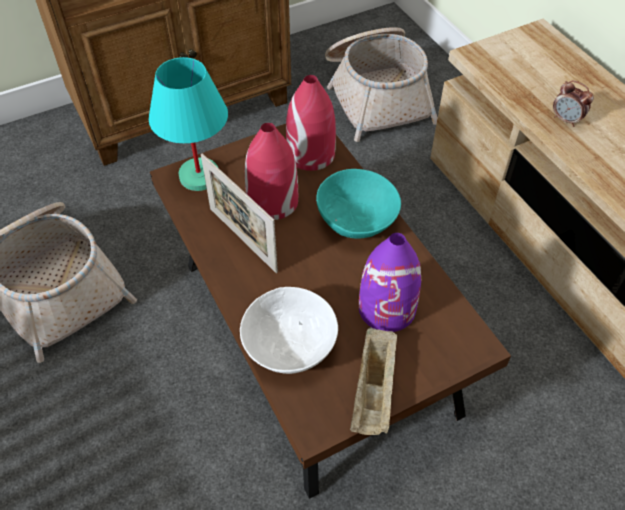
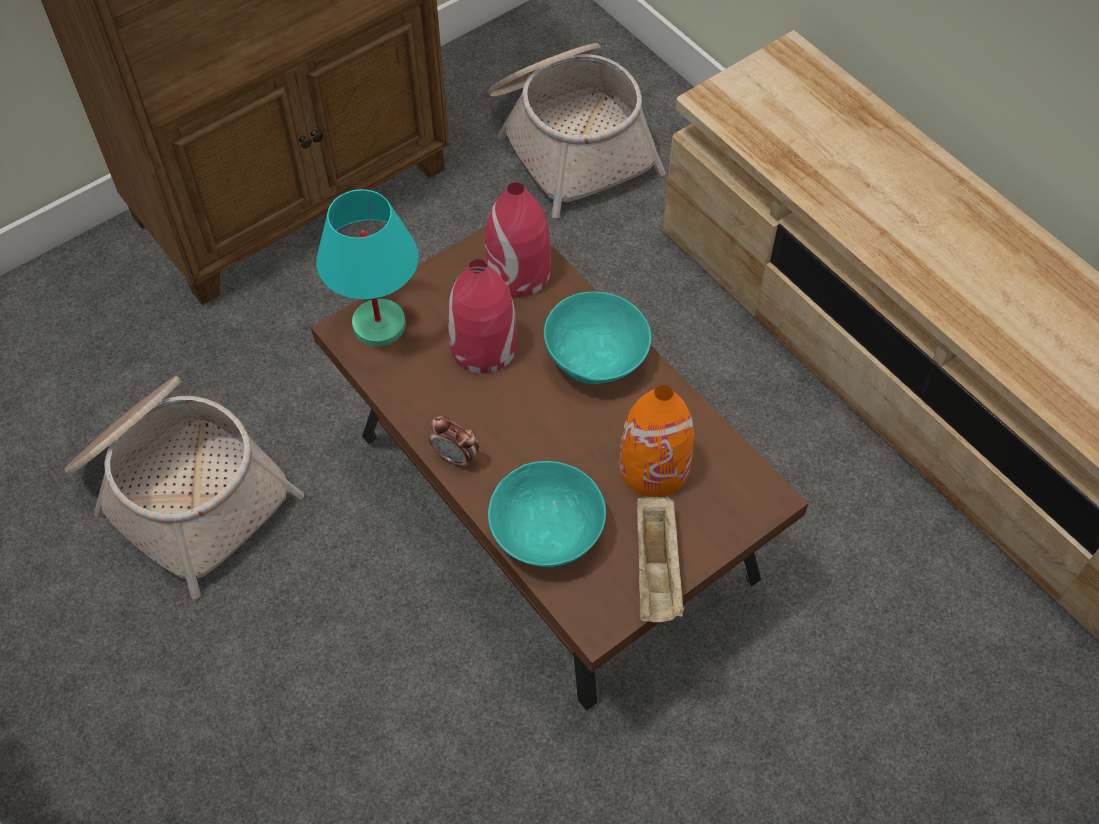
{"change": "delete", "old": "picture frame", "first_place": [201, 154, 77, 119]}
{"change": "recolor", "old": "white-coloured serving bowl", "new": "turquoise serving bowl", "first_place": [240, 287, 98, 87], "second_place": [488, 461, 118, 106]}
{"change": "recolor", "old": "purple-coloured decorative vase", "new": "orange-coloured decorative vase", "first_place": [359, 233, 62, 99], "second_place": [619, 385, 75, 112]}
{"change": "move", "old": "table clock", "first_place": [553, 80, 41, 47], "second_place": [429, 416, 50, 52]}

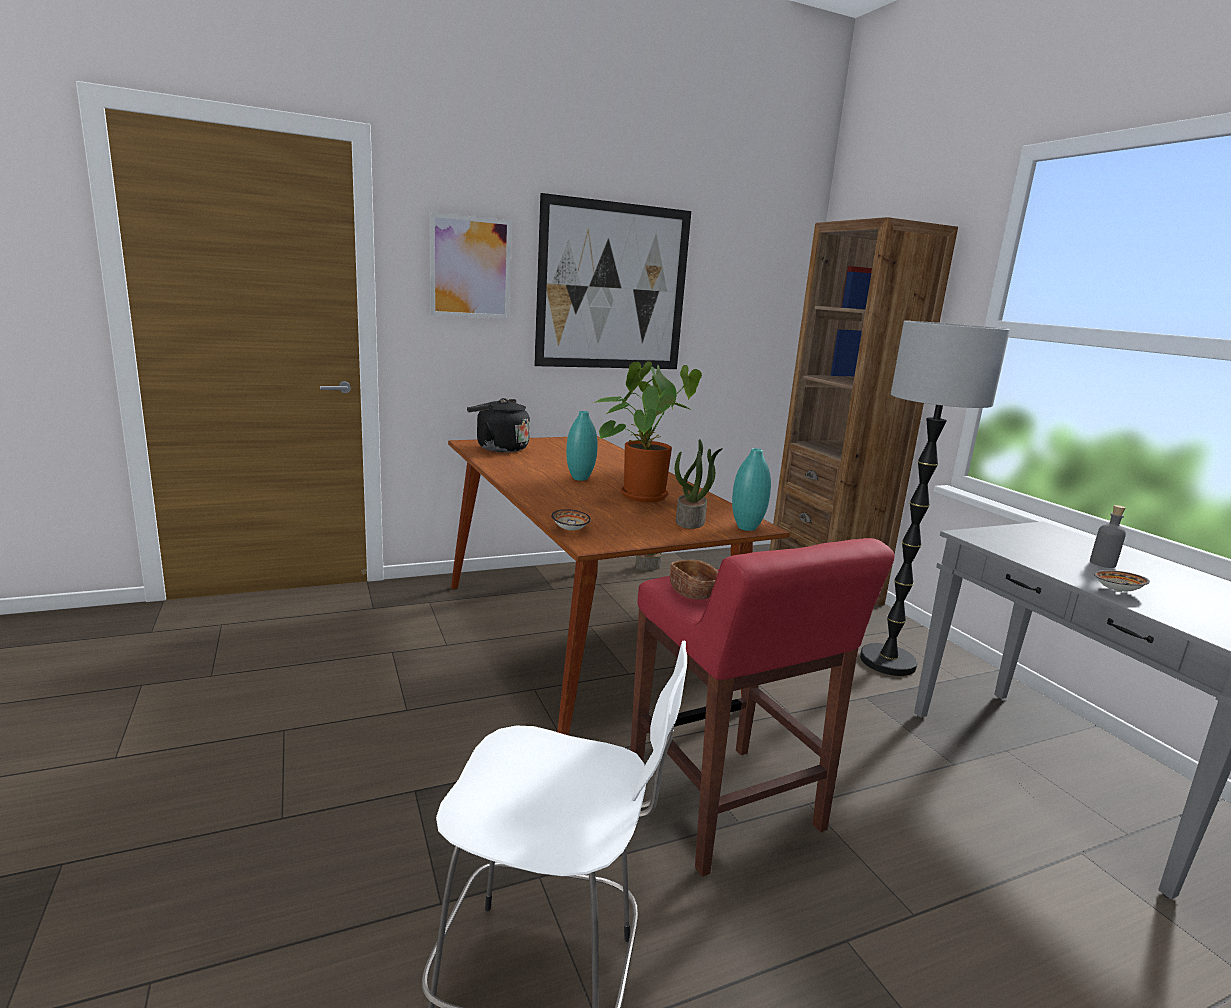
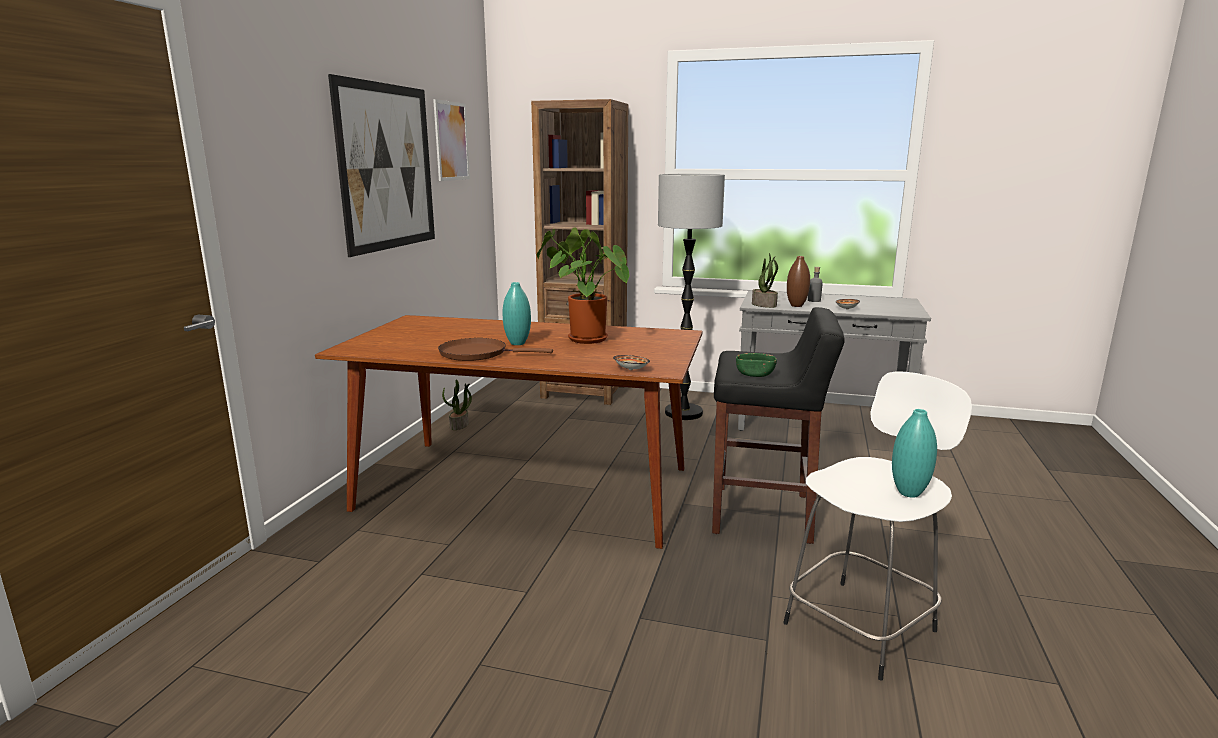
{"change": "move", "old": "picture", "first_place": [430, 212, 82, 107], "second_place": [433, 99, 37, 82]}
{"change": "delete", "old": "blackish water kettle", "first_place": [467, 398, 63, 54]}
{"change": "recolor", "old": "red stool", "new": "blackish stool", "first_place": [630, 538, 265, 339], "second_place": [712, 307, 133, 237]}
{"change": "recolor", "old": "brown-coloured serving bowl", "new": "green-coloured serving bowl", "first_place": [670, 559, 48, 41], "second_place": [736, 353, 41, 24]}
{"change": "move", "old": "houseplant", "first_place": [675, 439, 48, 90], "second_place": [752, 253, 26, 55]}
{"change": "move", "old": "turquoise decorative vase", "first_place": [732, 448, 39, 83], "second_place": [892, 409, 45, 89]}
{"change": "insert", "new": "brown-coloured pan", "second_place": [438, 338, 115, 23]}
{"change": "insert", "new": "brown-coloured decorative vase", "second_place": [787, 256, 23, 51]}

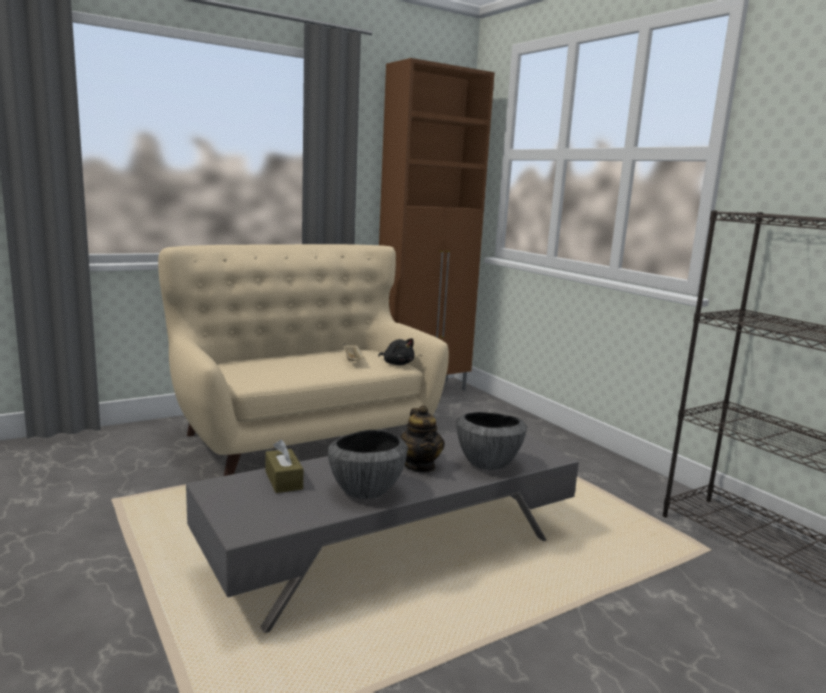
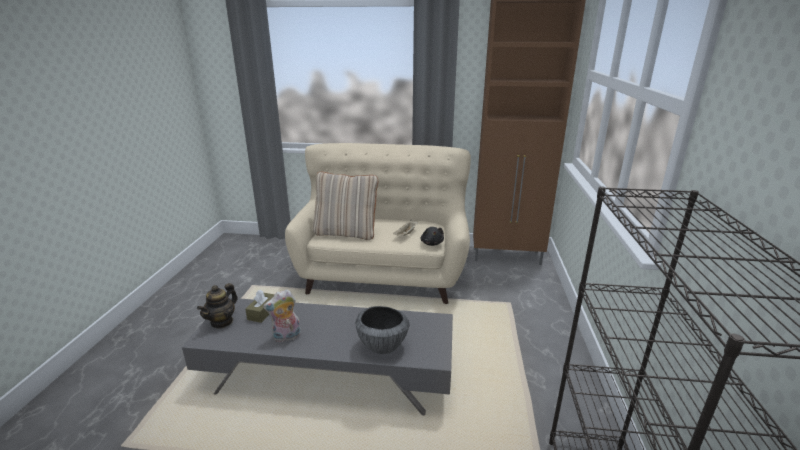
{"change": "replace", "old": "serving bowl", "new": "soft toy", "first_place": [328, 430, 80, 69], "second_place": [263, 289, 38, 54]}
{"change": "move", "old": "teapot", "first_place": [400, 405, 45, 67], "second_place": [197, 283, 41, 46]}
{"change": "insert", "new": "sand-coloured cushion", "second_place": [313, 172, 66, 68]}

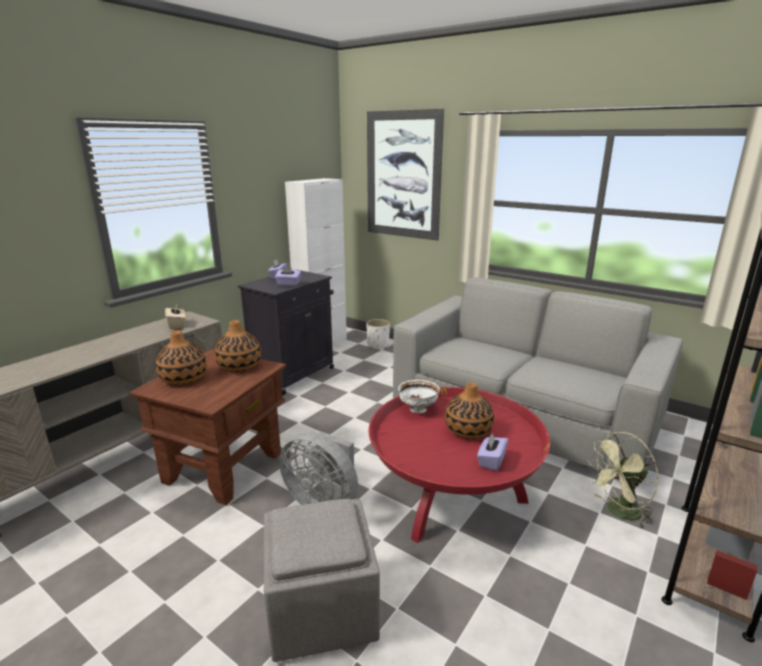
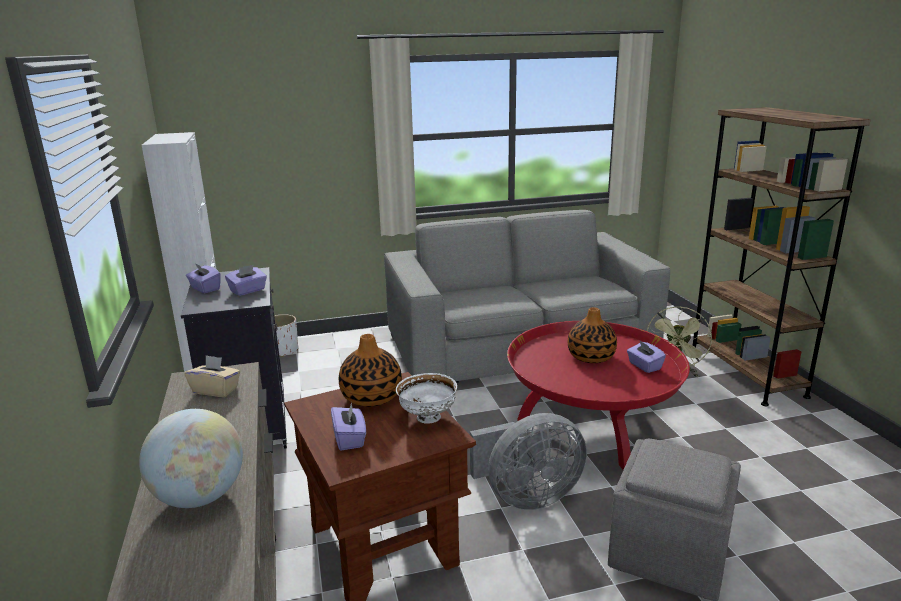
{"change": "replace", "old": "decorative vase", "new": "purple-coloured tissue holder", "first_place": [156, 330, 51, 55], "second_place": [331, 402, 35, 49]}
{"change": "delete", "old": "picture", "first_place": [367, 109, 77, 132]}
{"change": "move", "old": "white-coloured serving bowl", "first_place": [398, 380, 42, 33], "second_place": [396, 373, 61, 51]}
{"change": "insert", "new": "globe", "second_place": [139, 409, 104, 99]}

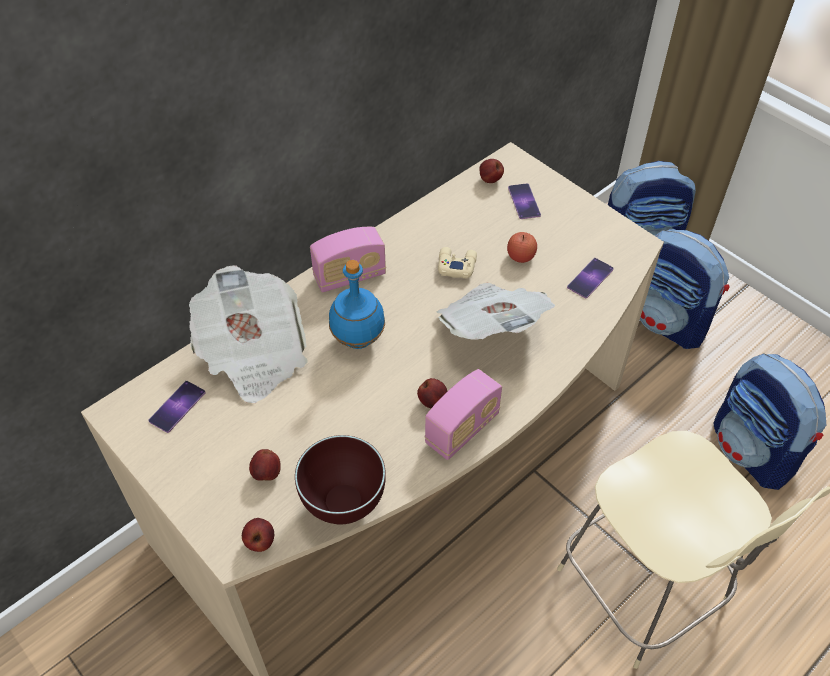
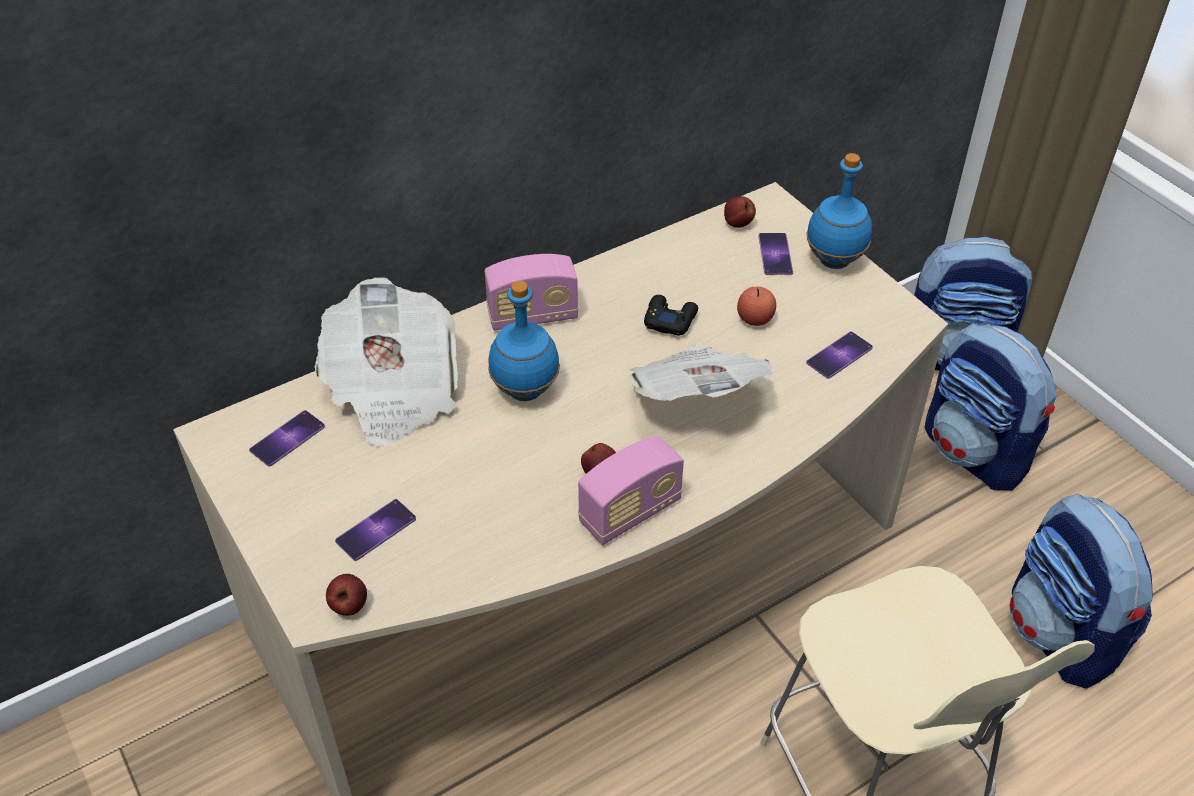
{"change": "replace", "old": "apple fruit", "new": "handset", "first_place": [249, 449, 32, 32], "second_place": [335, 499, 81, 62]}
{"change": "delete", "old": "brown-coloured serving bowl", "first_place": [295, 435, 91, 89]}
{"change": "recolor", "old": "sand-coloured joypad", "new": "blackish joypad", "first_place": [438, 247, 39, 32], "second_place": [644, 295, 54, 41]}
{"change": "insert", "new": "blue-coloured beverage bottle", "second_place": [807, 153, 65, 116]}

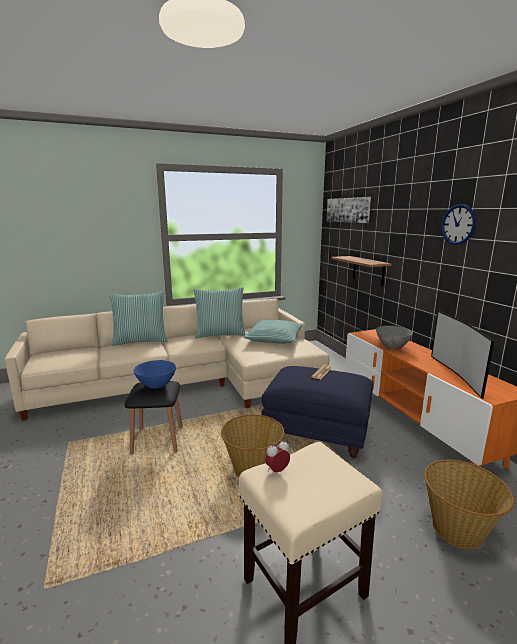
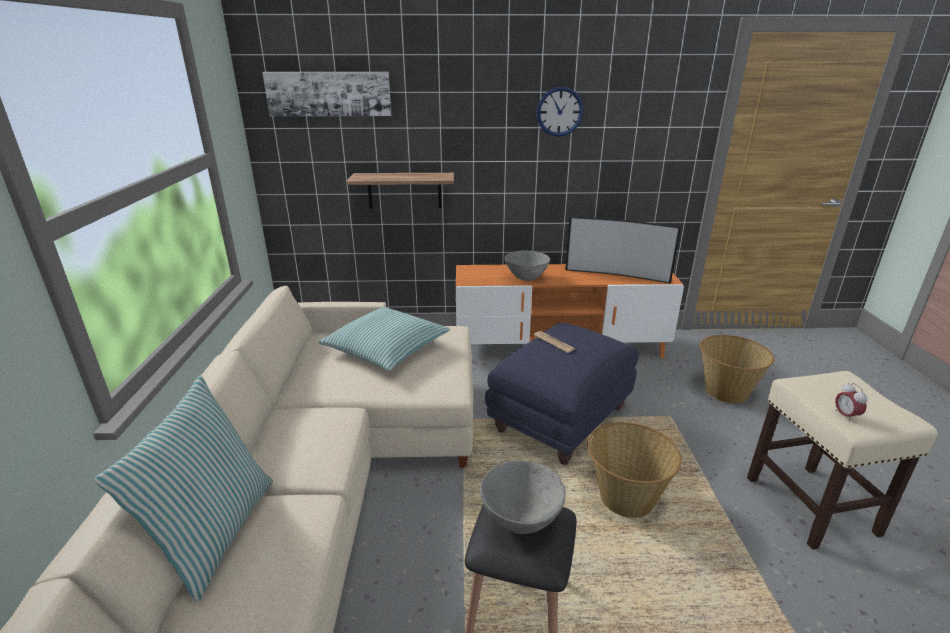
{"change": "recolor", "old": "blue-coloured serving bowl", "new": "greyish serving bowl", "first_place": [133, 360, 43, 29], "second_place": [480, 460, 85, 74]}
{"change": "delete", "old": "cushion", "first_place": [193, 287, 53, 51]}

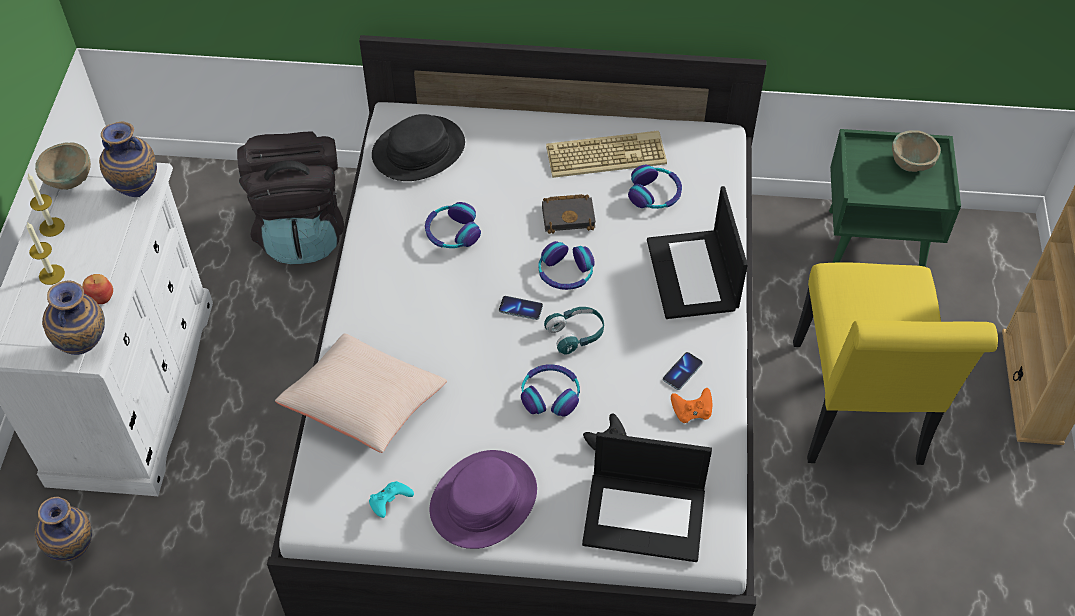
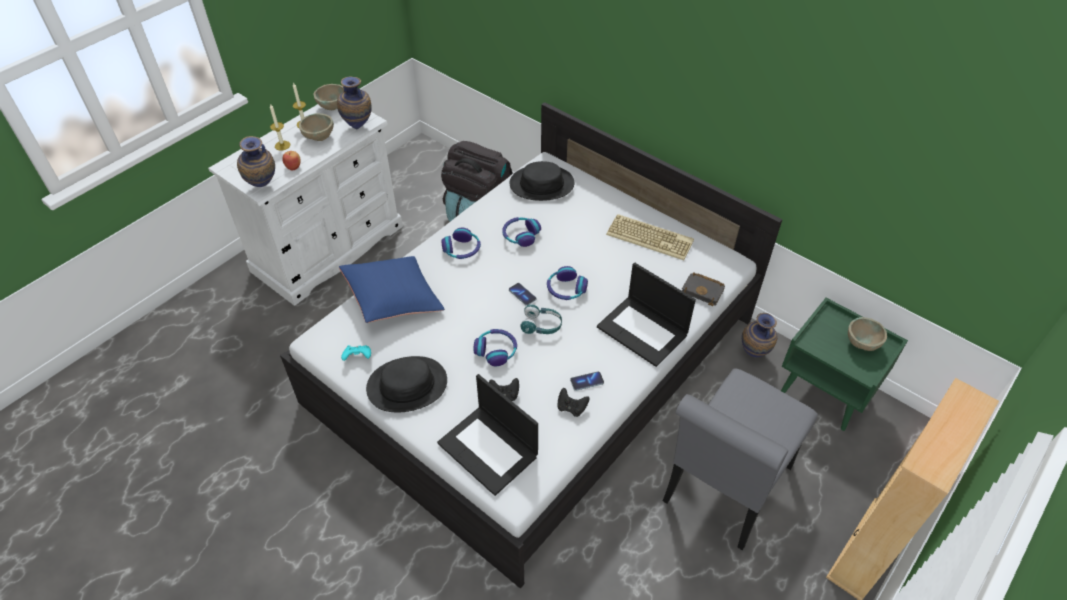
{"change": "move", "old": "decorative vase", "first_place": [35, 497, 57, 64], "second_place": [742, 313, 36, 44]}
{"change": "recolor", "old": "sand-coloured cushion", "new": "blue-coloured cushion", "first_place": [275, 333, 172, 120], "second_place": [339, 256, 106, 67]}
{"change": "recolor", "old": "purple-coloured clothing hat", "new": "blackish clothing hat", "first_place": [430, 450, 107, 99], "second_place": [366, 356, 81, 56]}
{"change": "move", "old": "blackish bound book", "first_place": [542, 194, 54, 40], "second_place": [682, 273, 43, 33]}
{"change": "move", "old": "headset", "first_place": [628, 165, 54, 44], "second_place": [441, 228, 40, 31]}
{"change": "rotate", "old": "notebook computer", "first_place": [647, 186, 101, 133], "second_place": [597, 262, 99, 105], "degrees": -75}
{"change": "recolor", "old": "orange-coloured joypad", "new": "blackish joypad", "first_place": [671, 388, 41, 35], "second_place": [558, 388, 31, 29]}
{"change": "recolor", "old": "yellow-coloured chair", "new": "greyish chair", "first_place": [793, 263, 205, 202], "second_place": [663, 369, 155, 181]}
{"change": "insert", "new": "sand-coloured serving bowl", "second_place": [299, 113, 35, 28]}

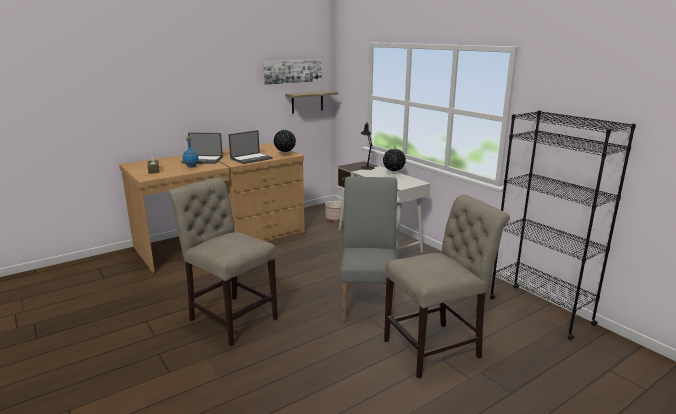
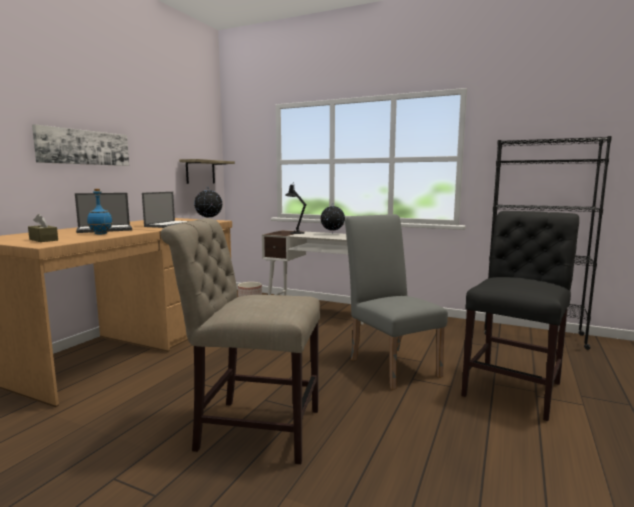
{"change": "move", "old": "picture", "first_place": [263, 59, 59, 26], "second_place": [32, 124, 97, 42]}
{"change": "recolor", "old": "sand-coloured chair", "new": "blackish chair", "first_place": [384, 194, 126, 185], "second_place": [461, 211, 118, 210]}

